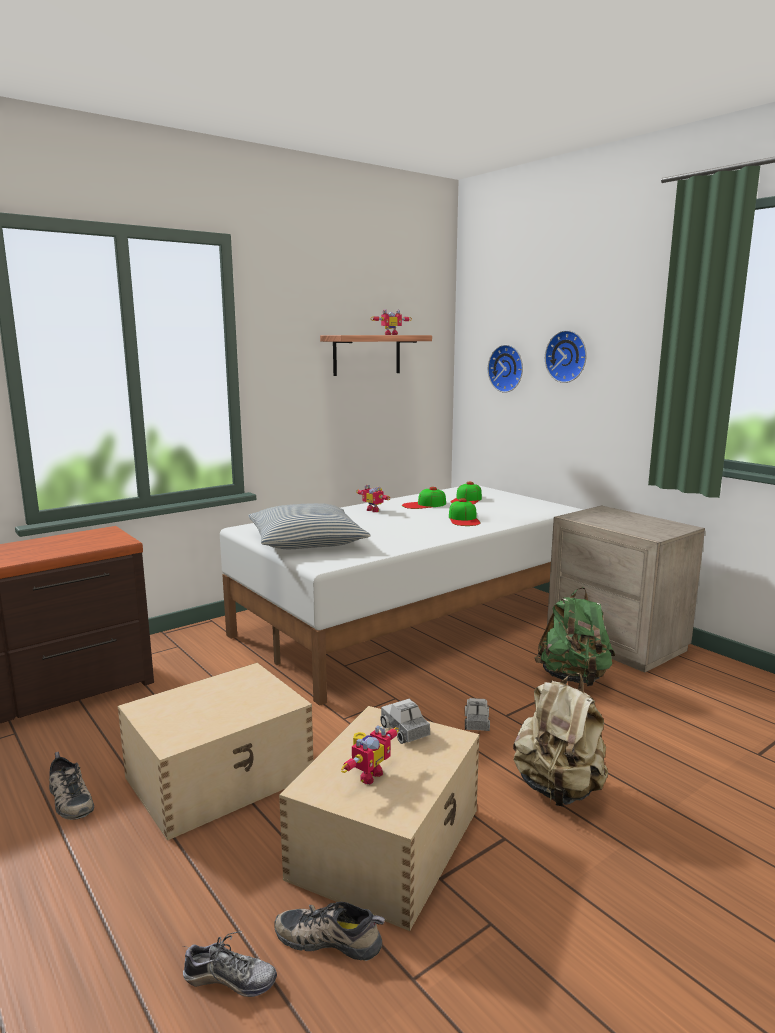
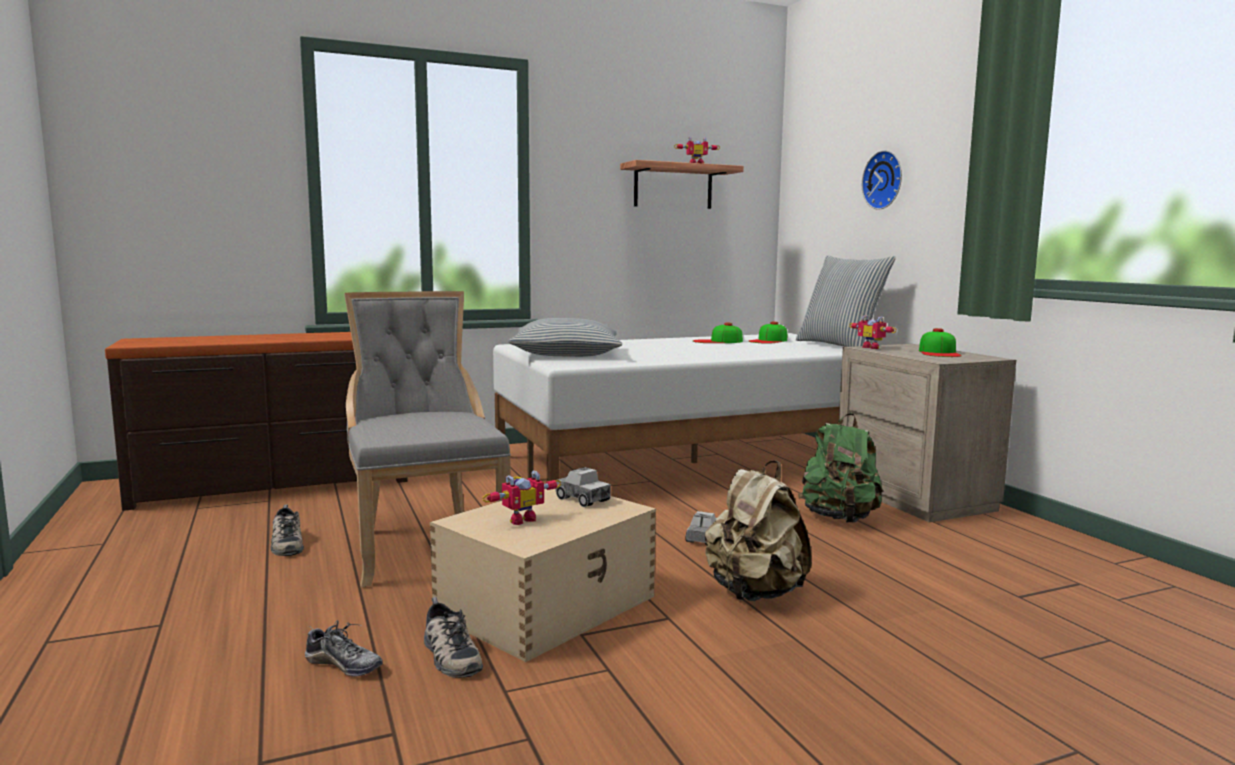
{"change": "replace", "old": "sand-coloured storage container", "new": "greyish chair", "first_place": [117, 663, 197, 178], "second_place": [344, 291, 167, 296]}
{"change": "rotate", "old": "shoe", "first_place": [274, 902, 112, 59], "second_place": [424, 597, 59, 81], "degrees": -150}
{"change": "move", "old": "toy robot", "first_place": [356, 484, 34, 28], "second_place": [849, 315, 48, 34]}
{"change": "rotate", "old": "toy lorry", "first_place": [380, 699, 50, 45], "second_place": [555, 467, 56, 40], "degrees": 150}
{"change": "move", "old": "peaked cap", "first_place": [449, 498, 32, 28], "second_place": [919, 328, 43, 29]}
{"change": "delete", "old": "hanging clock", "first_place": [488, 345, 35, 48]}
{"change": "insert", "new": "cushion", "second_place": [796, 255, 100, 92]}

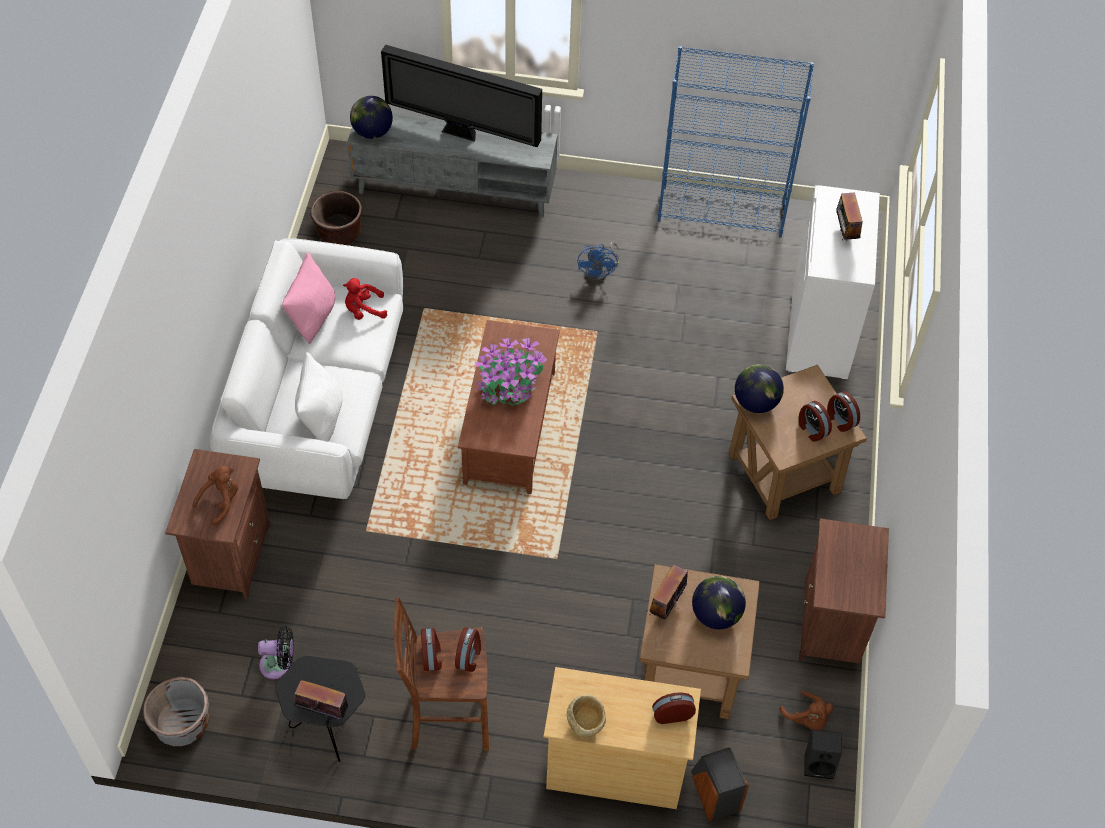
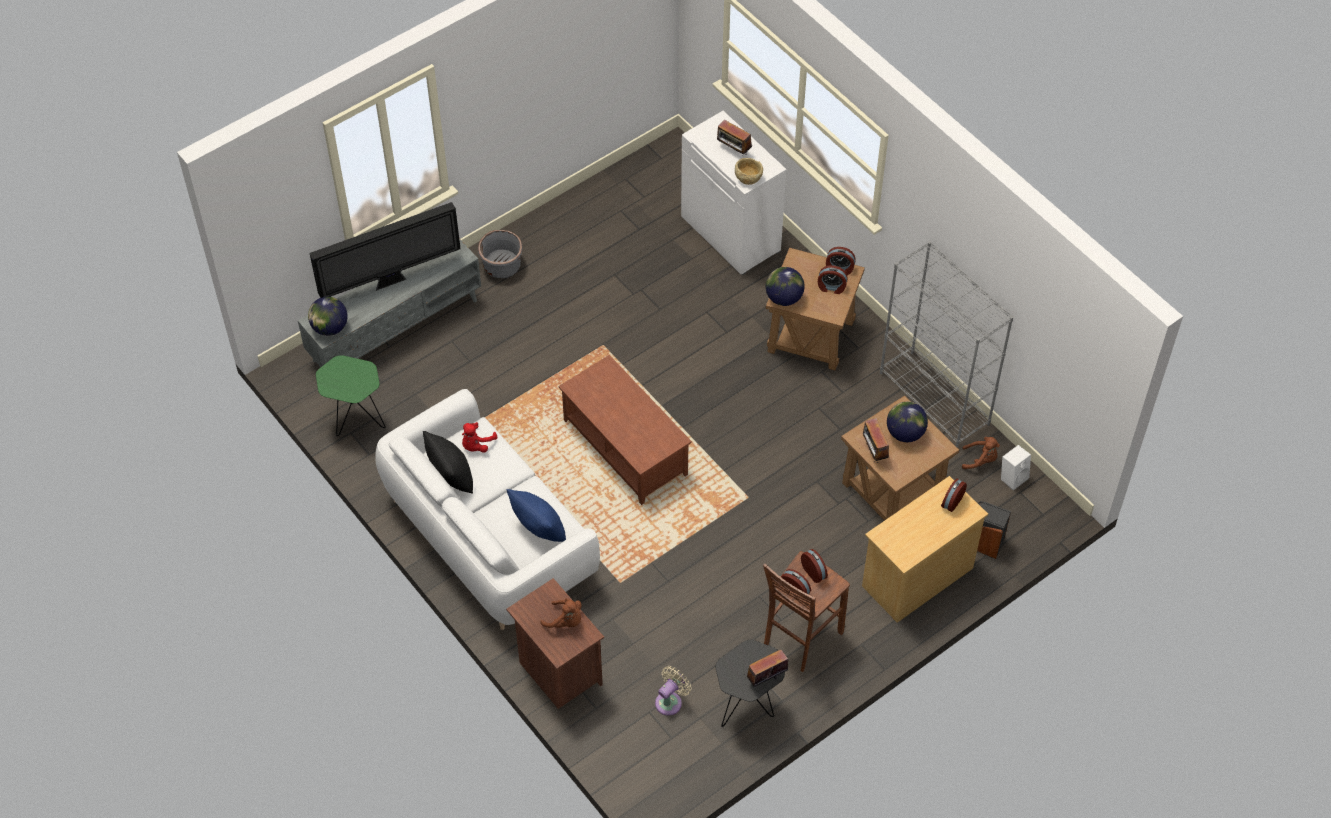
{"change": "move", "old": "greyish planter", "first_place": [143, 677, 66, 69], "second_place": [478, 230, 45, 48]}
{"change": "rotate", "old": "brown-coloured soft toy", "first_place": [192, 466, 46, 60], "second_place": [541, 598, 41, 30], "degrees": 120}
{"change": "recolor", "old": "blackish fan", "new": "sand-coloured fan", "first_place": [258, 626, 36, 53], "second_place": [655, 666, 36, 50]}
{"change": "recolor", "old": "pinkish cushion", "new": "blackish cushion", "first_place": [282, 252, 53, 92], "second_place": [423, 431, 50, 63]}
{"change": "recolor", "old": "white-coloured cushion", "new": "blue-coloured cushion", "first_place": [295, 352, 48, 90], "second_place": [506, 489, 60, 53]}
{"change": "replace", "old": "brown-coloured planter", "new": "green-coloured end table", "first_place": [311, 190, 52, 55], "second_place": [316, 355, 70, 81]}
{"change": "delete", "old": "houseplant", "first_place": [475, 338, 72, 68]}
{"change": "move", "old": "sand-coloured serving bowl", "first_place": [567, 695, 39, 42], "second_place": [735, 158, 28, 27]}
{"change": "delete", "old": "blue-coloured fan", "first_place": [577, 242, 43, 40]}
{"change": "delete", "old": "blue-coloured bookcase", "first_place": [658, 46, 156, 192]}
{"change": "replace", "old": "brown-coloured night table", "new": "greyish bookcase", "first_place": [799, 518, 90, 146], "second_place": [880, 241, 133, 207]}
{"change": "recolor", "old": "blackish loudspeaker", "new": "white-coloured loudspeaker", "first_place": [804, 730, 38, 49], "second_place": [1001, 445, 30, 46]}

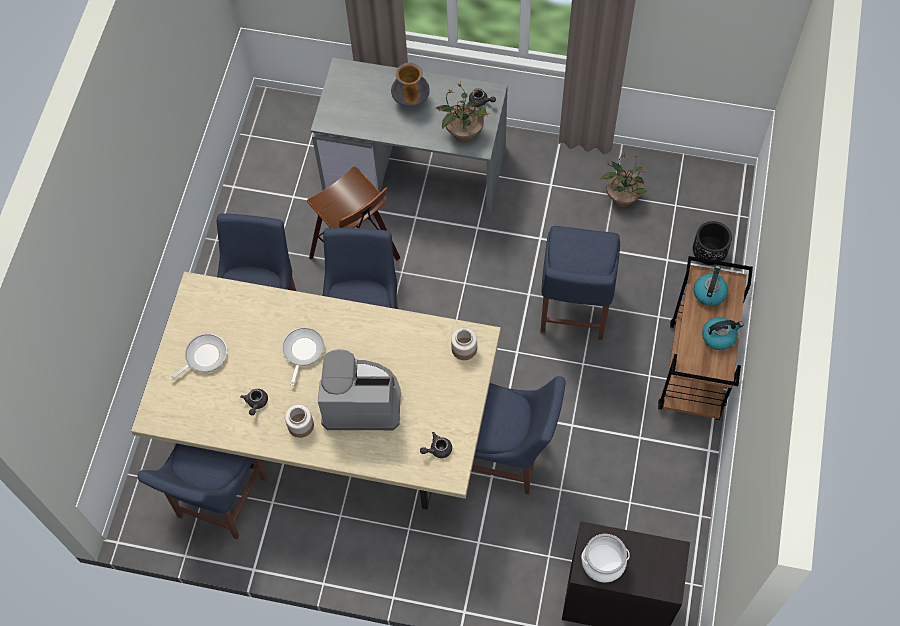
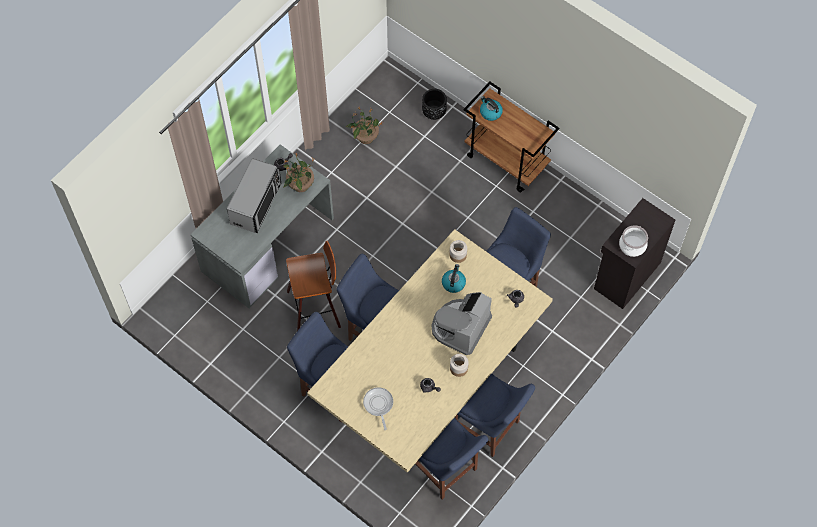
{"change": "delete", "old": "pan", "first_place": [282, 327, 42, 59]}
{"change": "replace", "old": "decorative vase", "new": "microwave", "first_place": [391, 63, 39, 44], "second_place": [227, 158, 55, 75]}
{"change": "move", "old": "blue-coloured chair", "first_place": [540, 226, 80, 114], "second_place": [455, 374, 80, 83]}
{"change": "move", "old": "water kettle", "first_place": [702, 317, 42, 33], "second_place": [442, 264, 24, 29]}

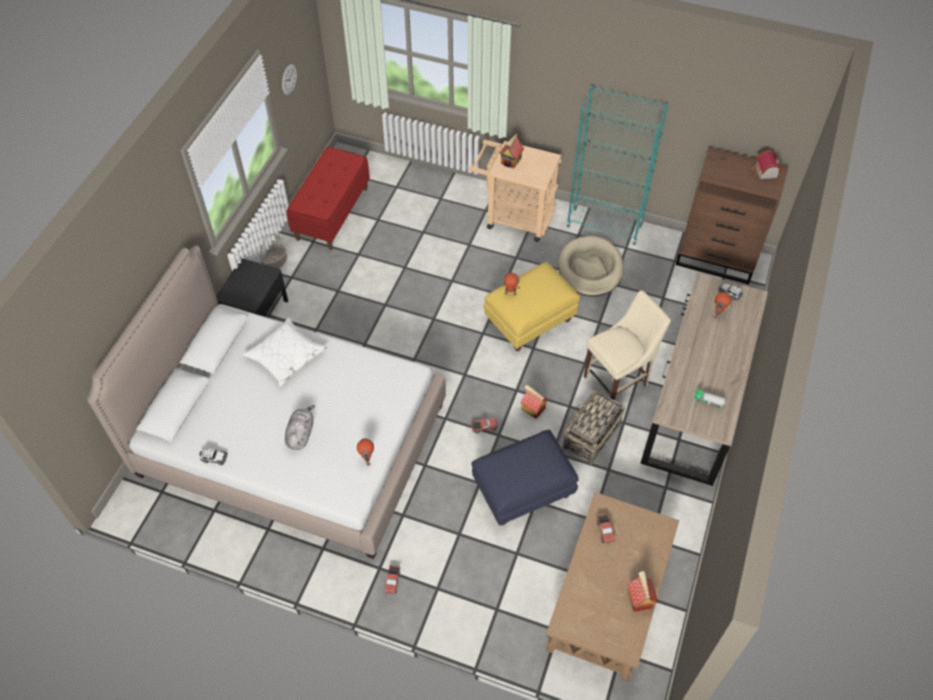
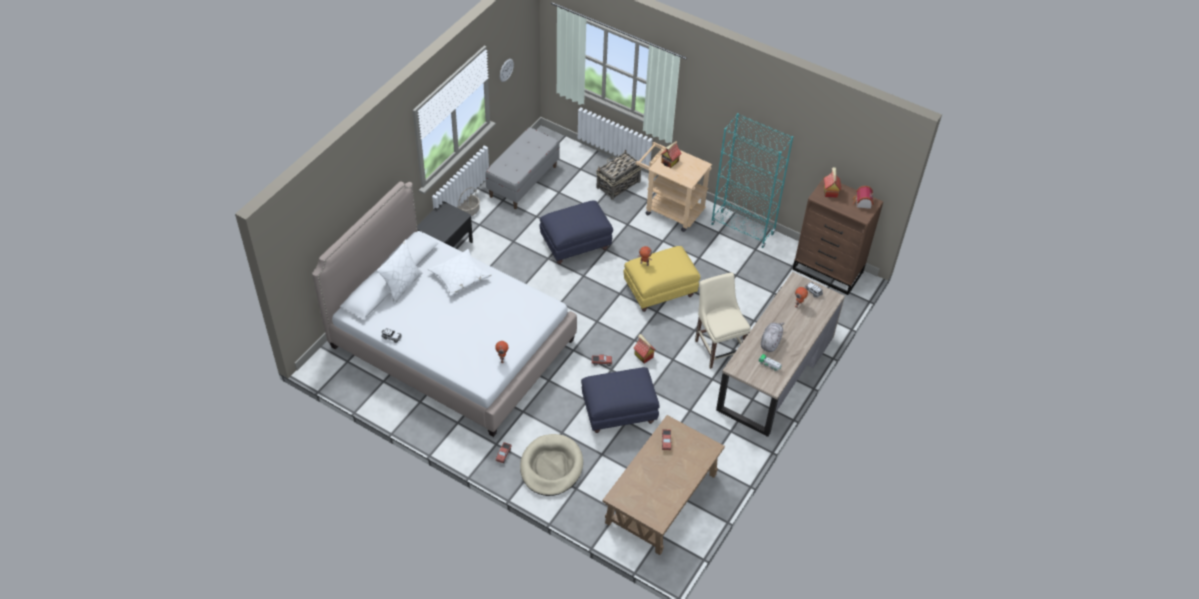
{"change": "move", "old": "greyish soft toy", "first_place": [285, 405, 30, 45], "second_place": [761, 323, 24, 29]}
{"change": "recolor", "old": "red bench", "new": "greyish bench", "first_place": [287, 147, 83, 103], "second_place": [485, 127, 75, 82]}
{"change": "move", "old": "sand-coloured dog cushion", "first_place": [558, 236, 66, 60], "second_place": [520, 434, 63, 62]}
{"change": "move", "old": "basket", "first_place": [563, 389, 62, 76], "second_place": [596, 150, 46, 50]}
{"change": "rotate", "old": "sand-coloured chair", "first_place": [584, 290, 87, 111], "second_place": [695, 272, 56, 97], "degrees": -90}
{"change": "move", "old": "toy house", "first_place": [627, 571, 31, 40], "second_place": [824, 167, 17, 31]}
{"change": "insert", "new": "white-coloured cushion", "second_place": [377, 239, 46, 65]}
{"change": "insert", "new": "blue-coloured pouffe", "second_place": [539, 201, 74, 63]}

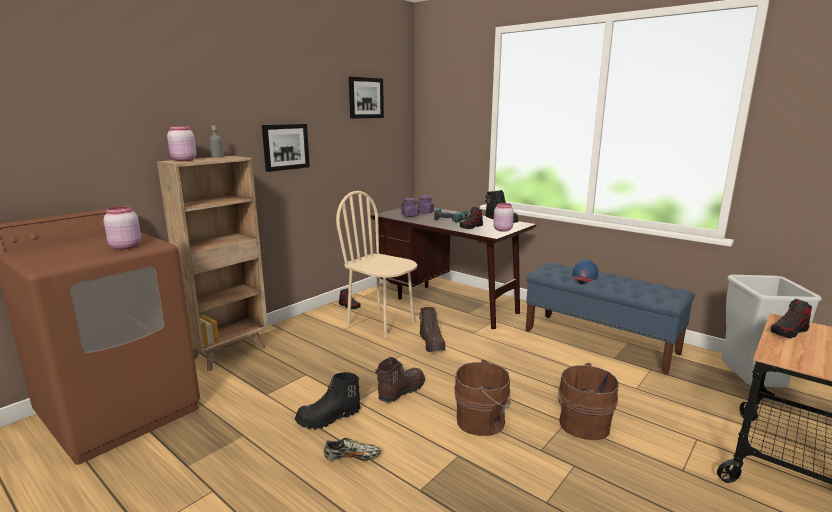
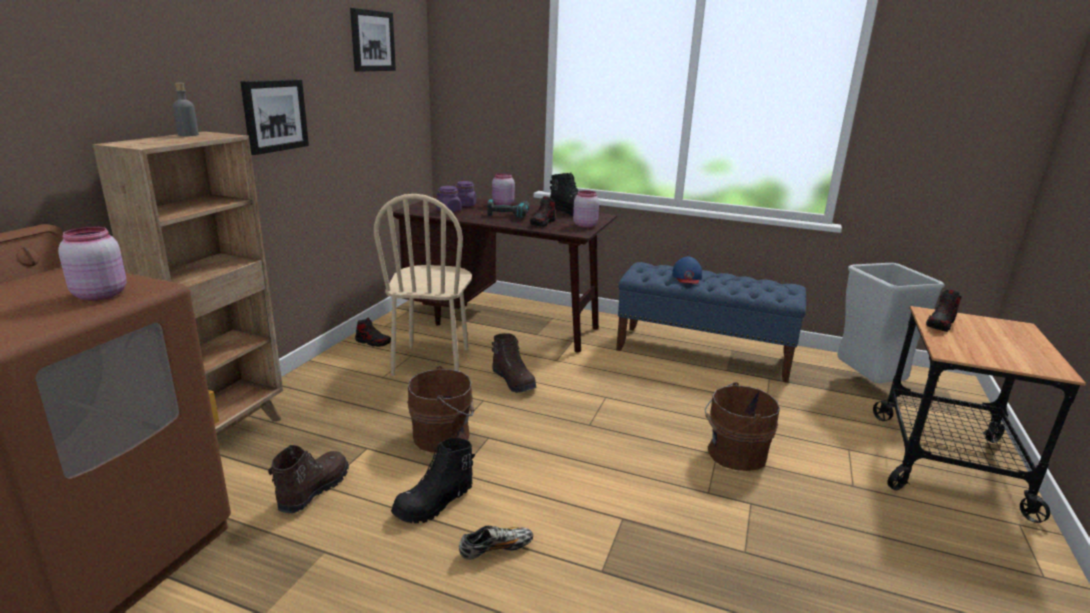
{"change": "move", "old": "pinkish preserve jar", "first_place": [167, 126, 29, 35], "second_place": [492, 173, 23, 32]}
{"change": "rotate", "old": "sand-coloured chair", "first_place": [336, 191, 81, 147], "second_place": [374, 194, 98, 182], "degrees": -105}
{"change": "move", "old": "brown-coloured tall boot", "first_place": [375, 357, 50, 45], "second_place": [268, 445, 81, 68]}
{"change": "move", "old": "brown-coloured water bucket", "first_place": [454, 360, 57, 76], "second_place": [407, 366, 67, 86]}

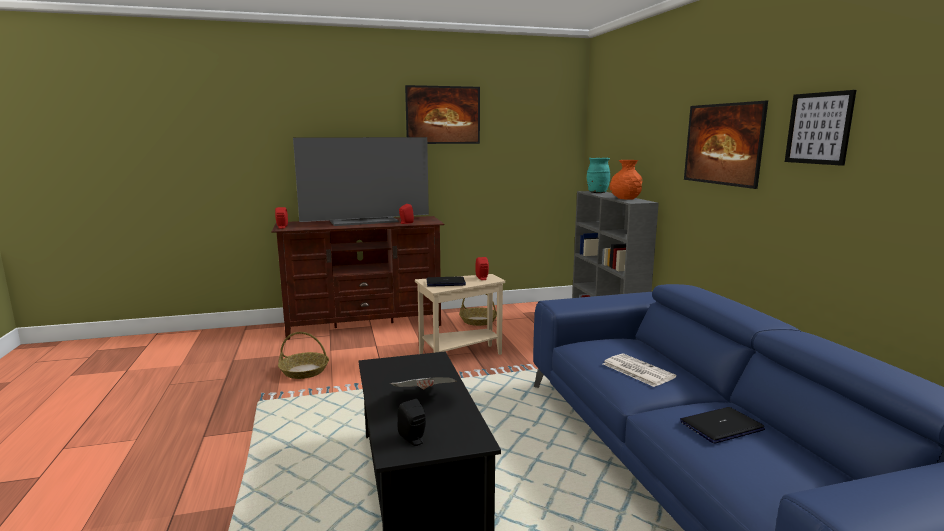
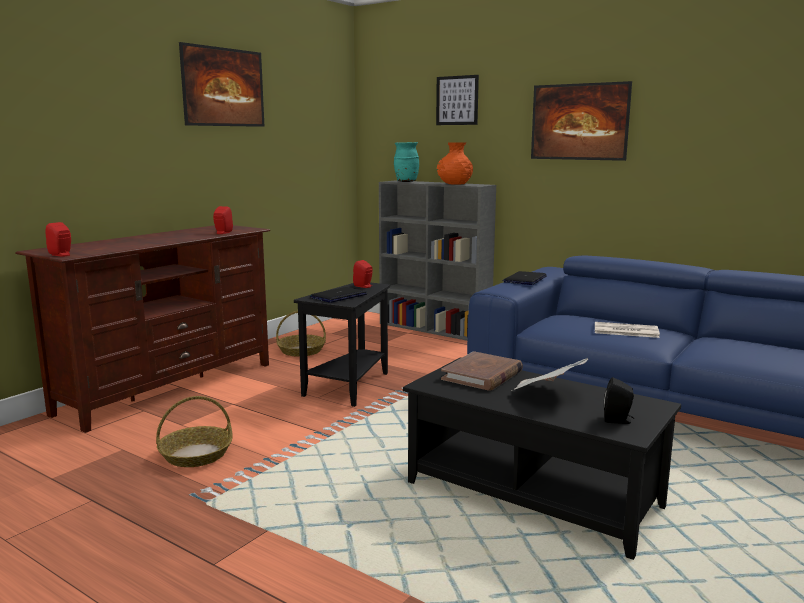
{"change": "delete", "old": "TV", "first_place": [293, 137, 136, 89]}
{"change": "recolor", "old": "sand-coloured end table", "new": "blackish end table", "first_place": [415, 274, 90, 81], "second_place": [294, 283, 96, 124]}
{"change": "move", "old": "notebook computer", "first_place": [680, 407, 85, 36], "second_place": [502, 271, 45, 14]}
{"change": "move", "old": "picture", "first_place": [785, 90, 71, 76], "second_place": [436, 75, 43, 50]}
{"change": "insert", "new": "brown-coloured bound book", "second_place": [441, 351, 82, 40]}

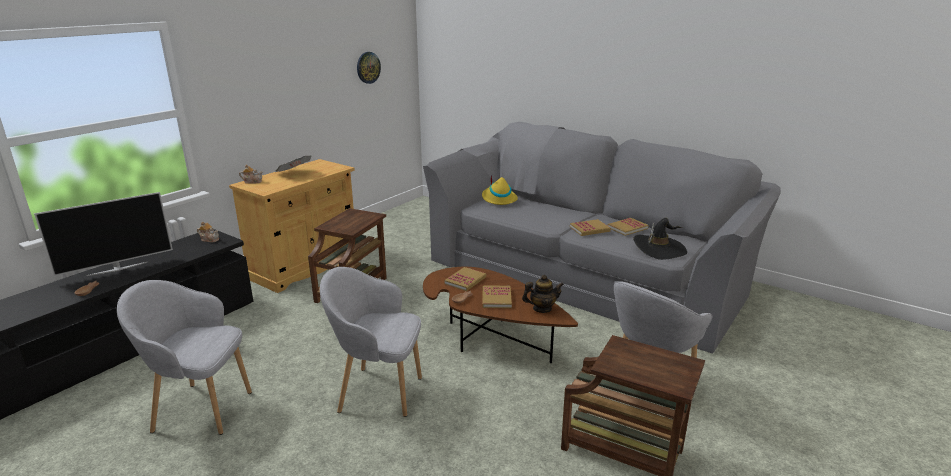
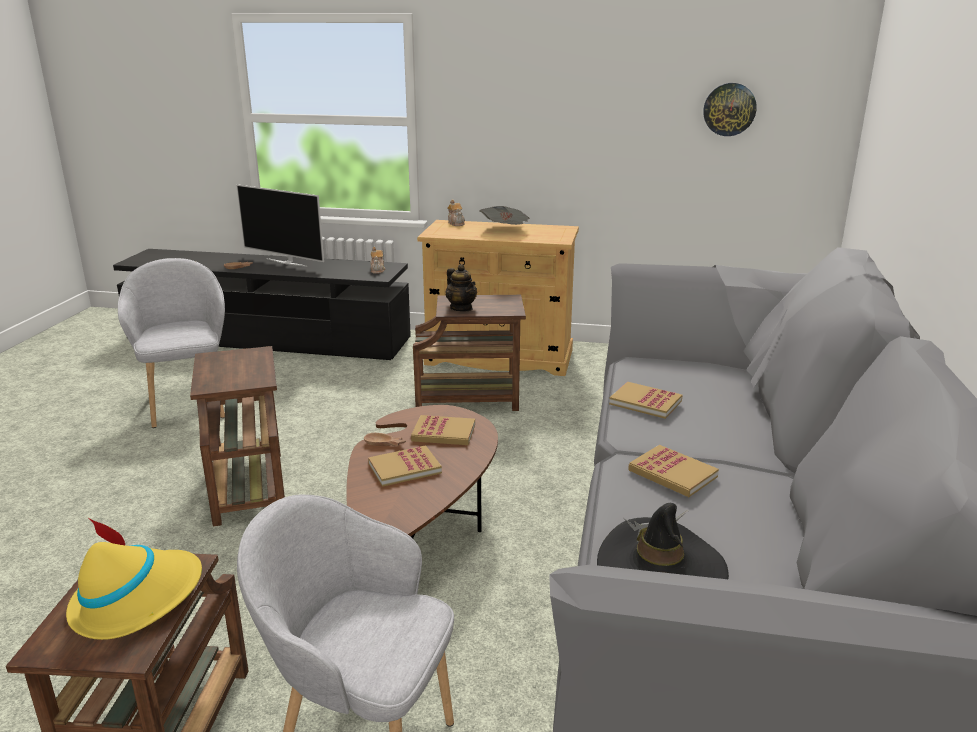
{"change": "replace", "old": "greyish lounge chair", "new": "brown-coloured end table", "first_place": [320, 267, 102, 150], "second_place": [190, 346, 95, 181]}
{"change": "move", "old": "yellow-coloured clothing hat", "first_place": [482, 175, 36, 30], "second_place": [66, 518, 136, 122]}
{"change": "move", "old": "teapot", "first_place": [522, 275, 42, 38], "second_place": [446, 264, 31, 47]}
{"change": "move", "old": "bound book", "first_place": [608, 218, 40, 18], "second_place": [609, 382, 73, 37]}

